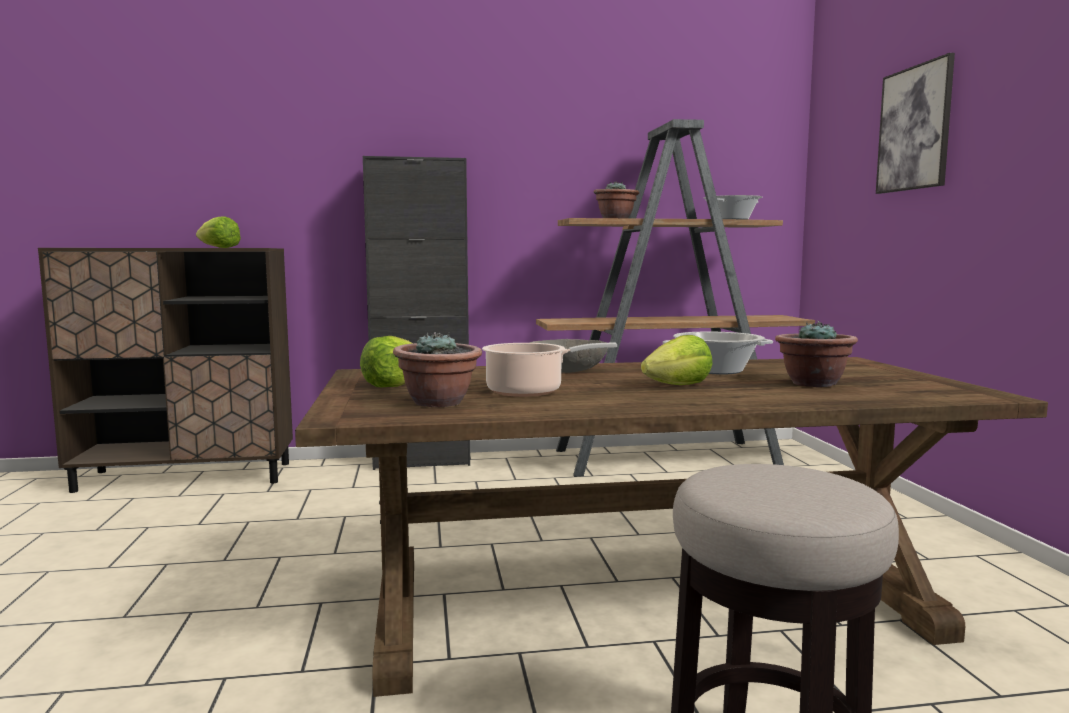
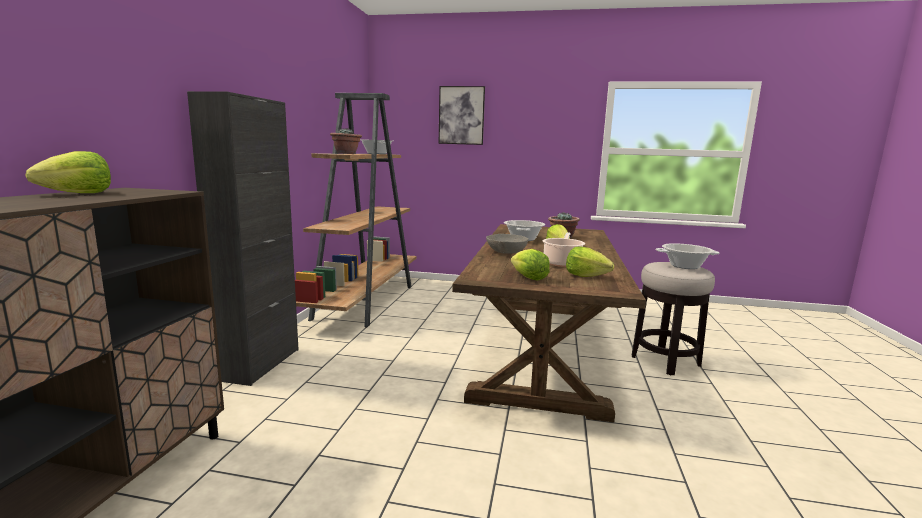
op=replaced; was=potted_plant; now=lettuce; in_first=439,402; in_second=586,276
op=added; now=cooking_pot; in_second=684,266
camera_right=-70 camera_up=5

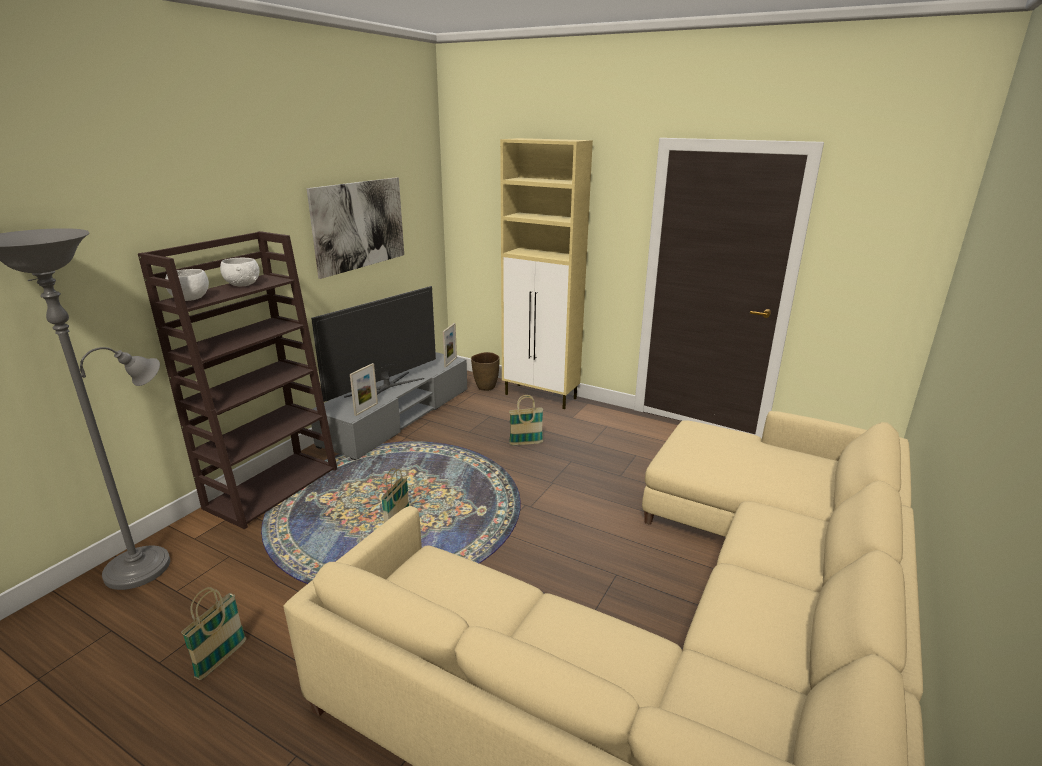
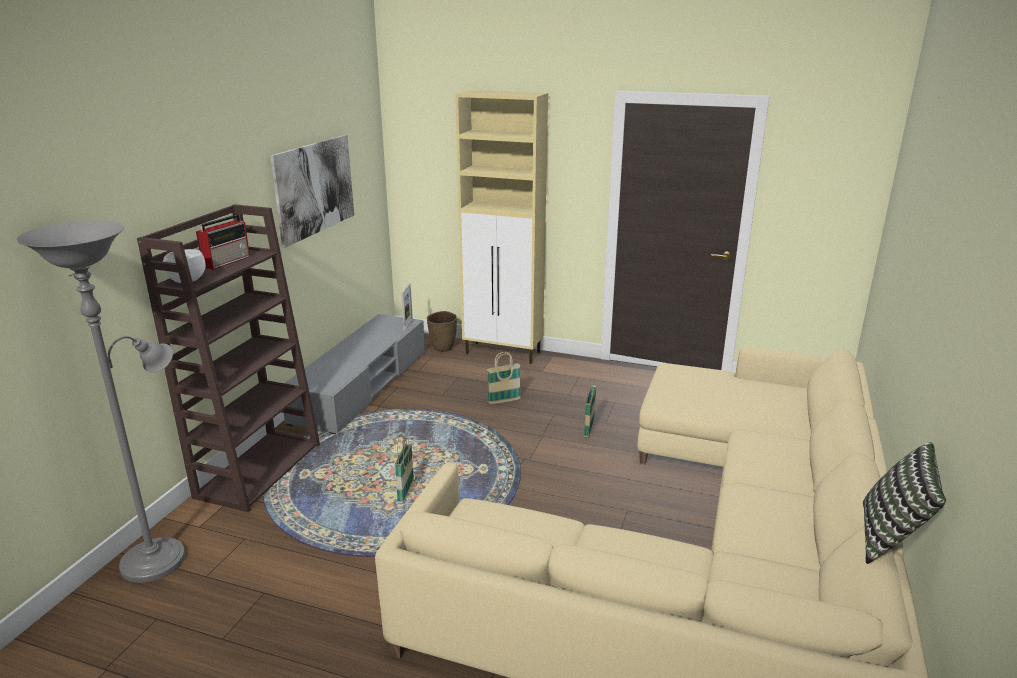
op=replaced; was=white_bowl; now=radio; in_first=242,285; in_second=227,261
op=removed; was=television; in_first=385,387
op=removed; was=picture_frame; in_first=366,409
op=moved; was=basket; in_first=221,659; in_second=589,429
op=added; now=pillow; in_second=891,538
camera_right=-10 camera_up=0

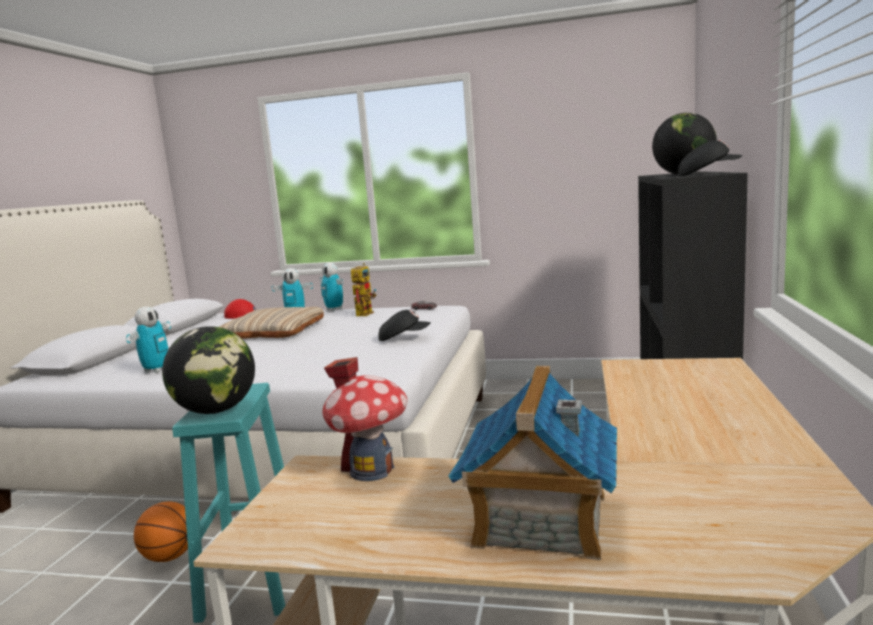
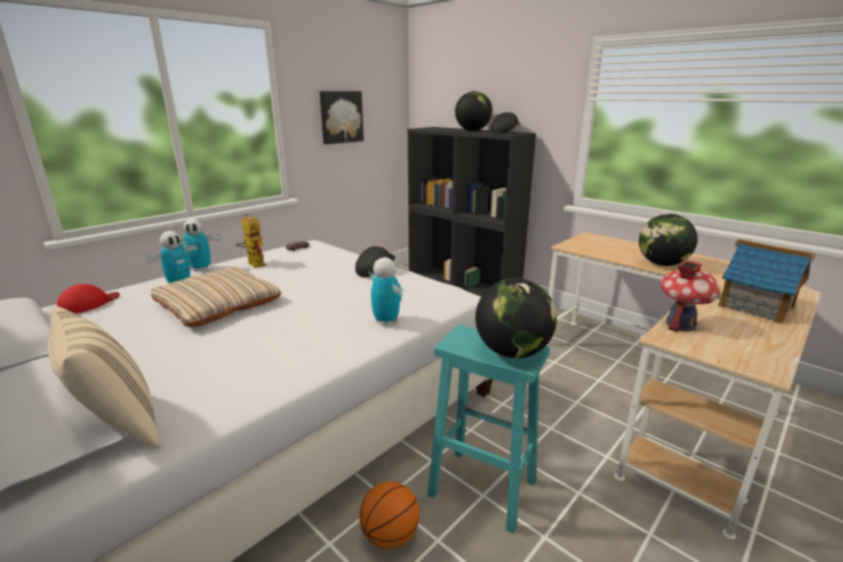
op=moved; was=toy_robot; in_first=156,370; in_second=386,321
op=added; now=picture; in_second=341,117
op=added; now=globe; in_second=662,264
op=added; now=beige_pillow; in_second=117,426
camera_right=-60 camera_up=10

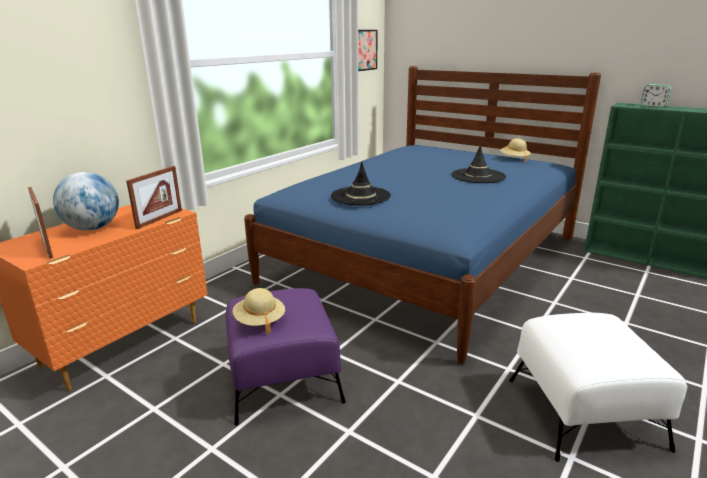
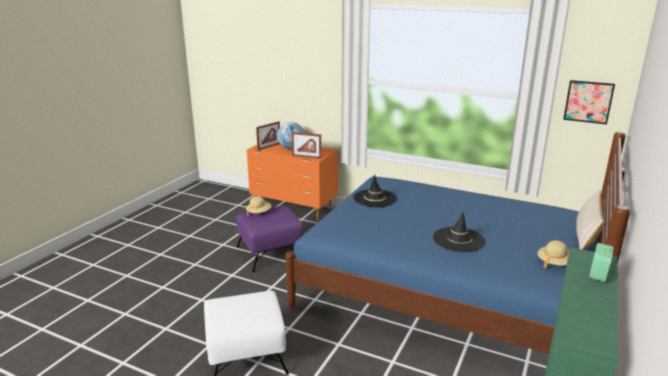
op=added; now=beige_pillow; in_second=586,235
camera_right=80 camera_up=0

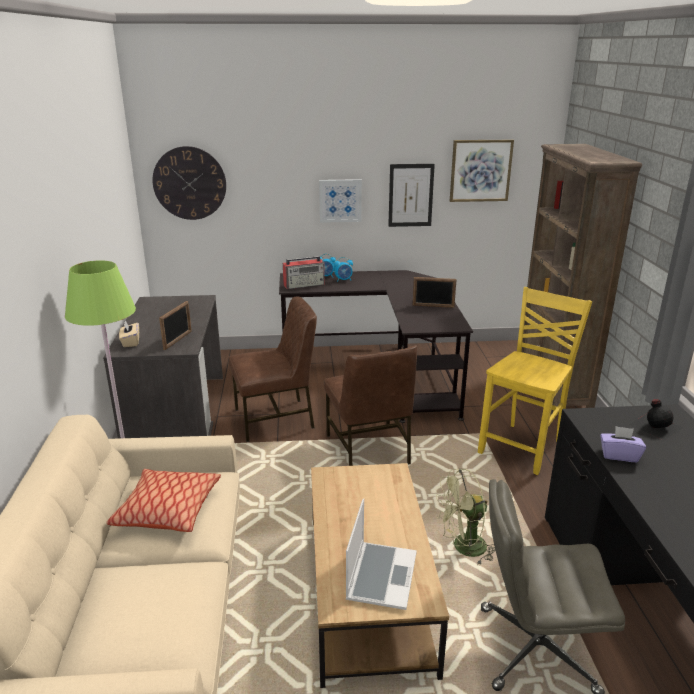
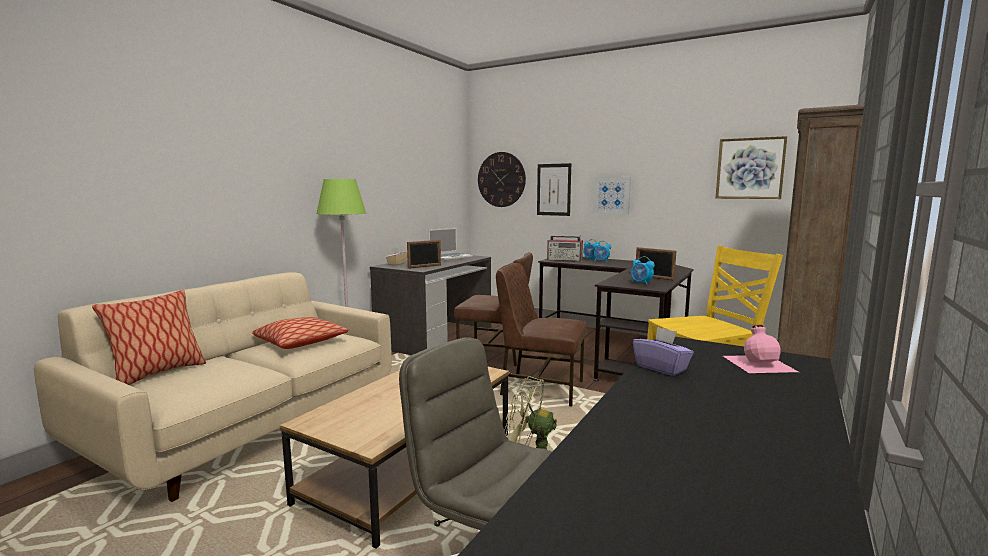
op=moved; was=picture; in_first=410,195; in_second=553,189
op=turned; was=brown_chair; in_first=369,450; in_second=540,388; clockwise=90
op=recoloured; was=black_bottle; now=pink_bottle; in_first=655,425; in_second=759,363
op=moved; was=laptop; in_first=380,575; in_second=450,257
op=added; now=alarm_clock; in_second=641,283
op=added; now=pillow; in_second=158,373
camera_right=35 camera_up=-15

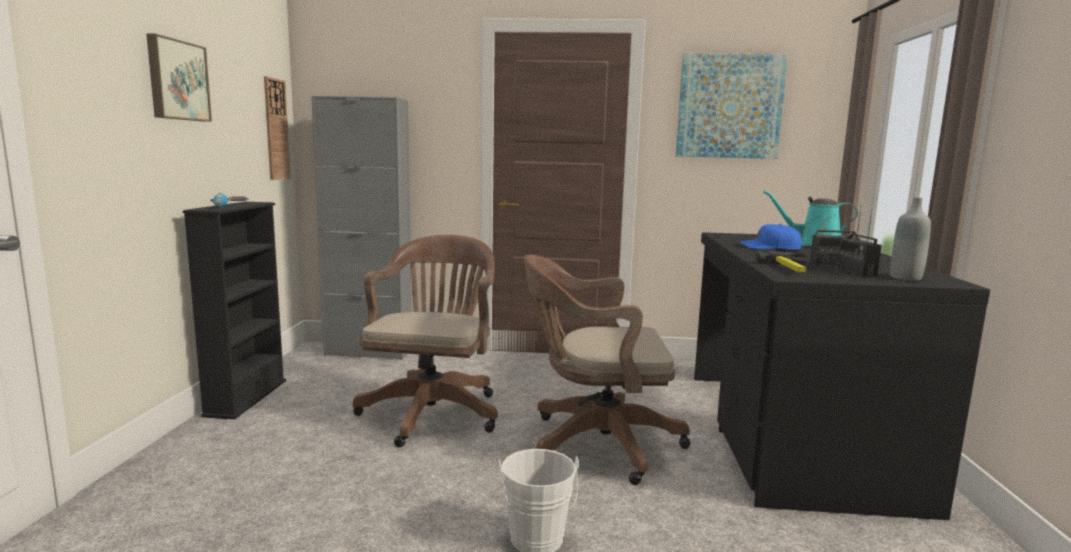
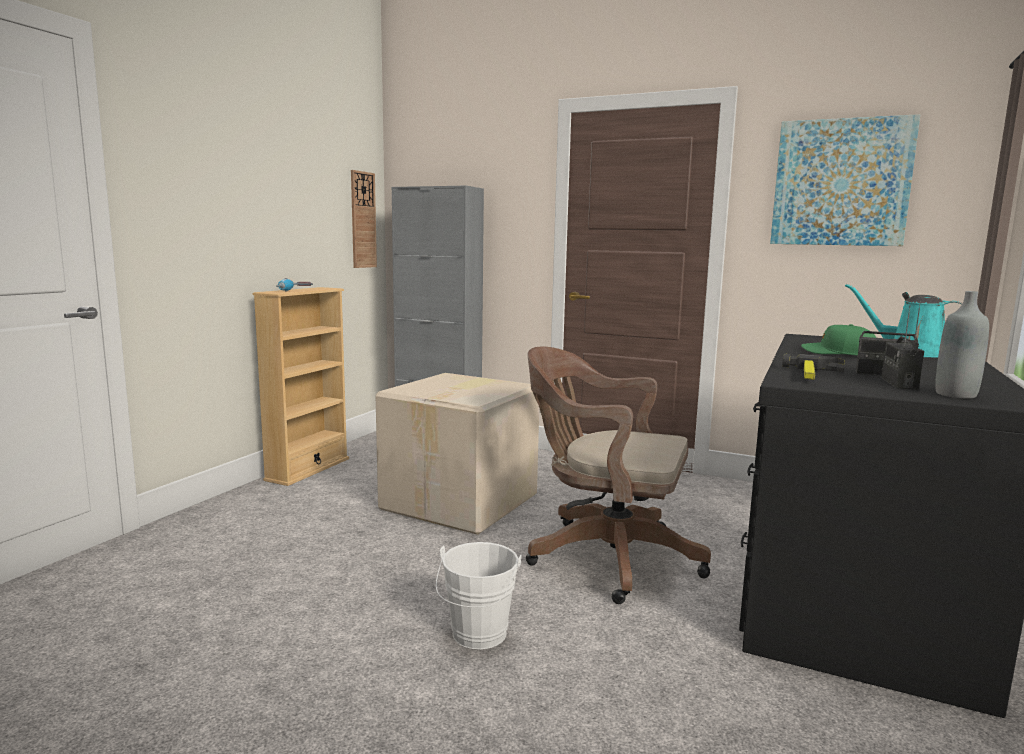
op=removed; was=picture; in_first=177,80
op=recoloured; was=black_bookcase; now=beige_bookcase; in_first=246,398; in_second=308,469
op=recoloured; was=blue_cap; now=green_cap; in_first=770,248; in_second=838,353
op=replaced; was=brown_office_chair; now=cardboard_box; in_first=433,410; in_second=462,502
camera_right=20 camera_up=0

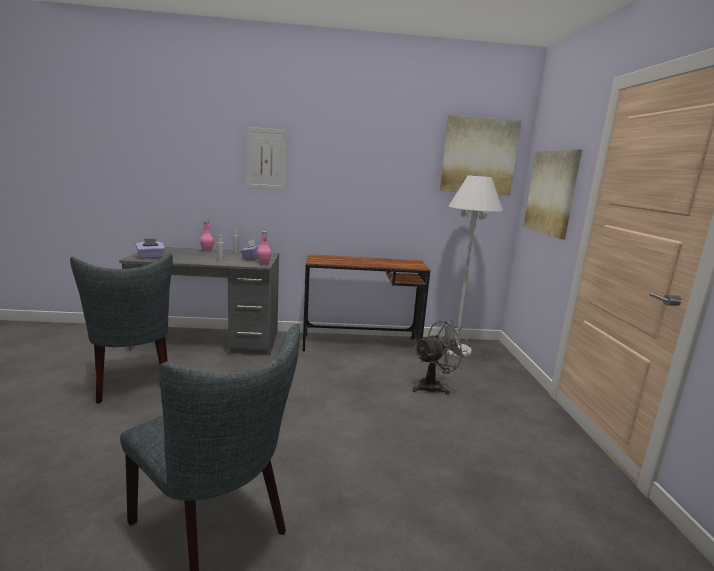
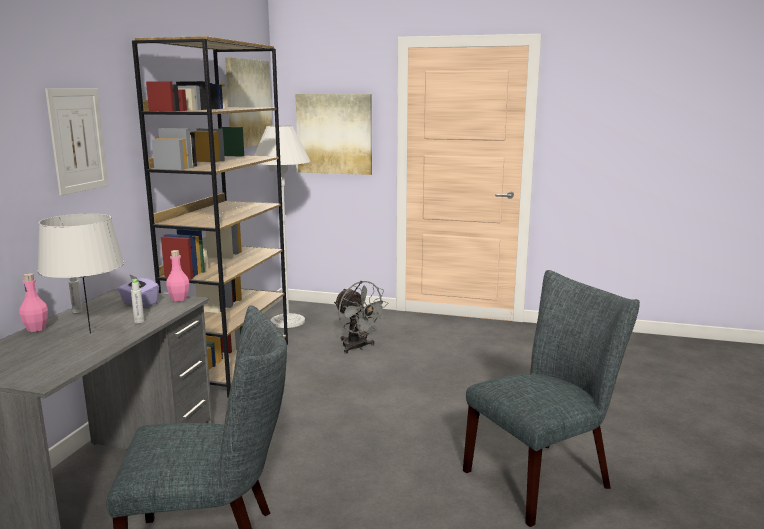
op=removed; was=purple_tissue_box; in_first=151,257
op=replaced; was=brown_desk; now=brown_bookcase; in_first=361,344; in_second=231,364
op=turned; was=grey_fan; in_first=434,386; in_second=357,347; clockwise=150
op=added; now=grey_table_lamp; in_second=90,333
camera_right=-70 camera_up=0

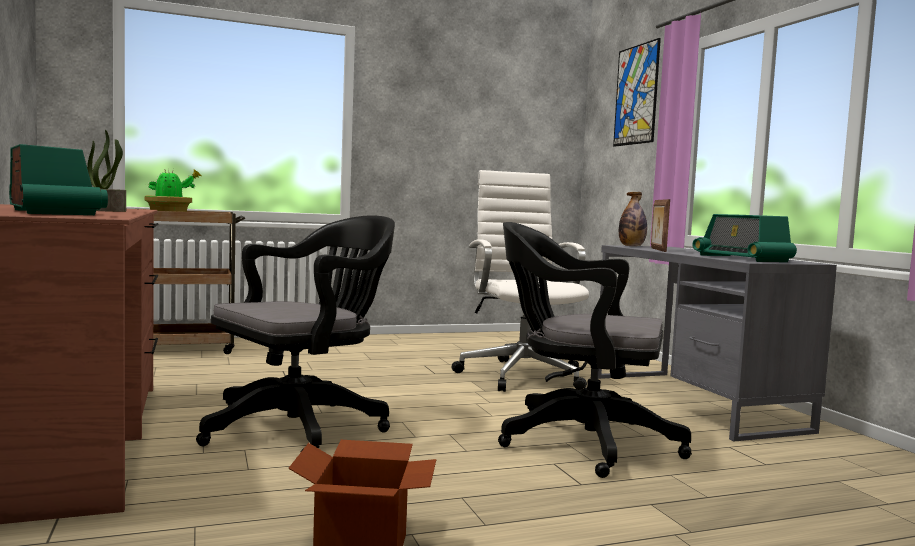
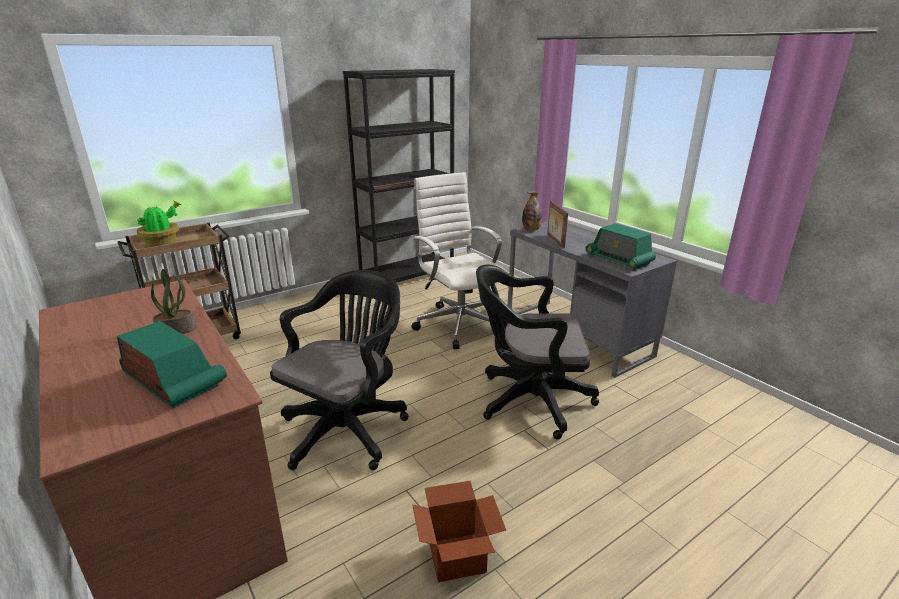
op=removed; was=picture; in_first=636,95
op=added; now=black_bookcase; in_second=407,276
camera_right=-15 camera_up=20

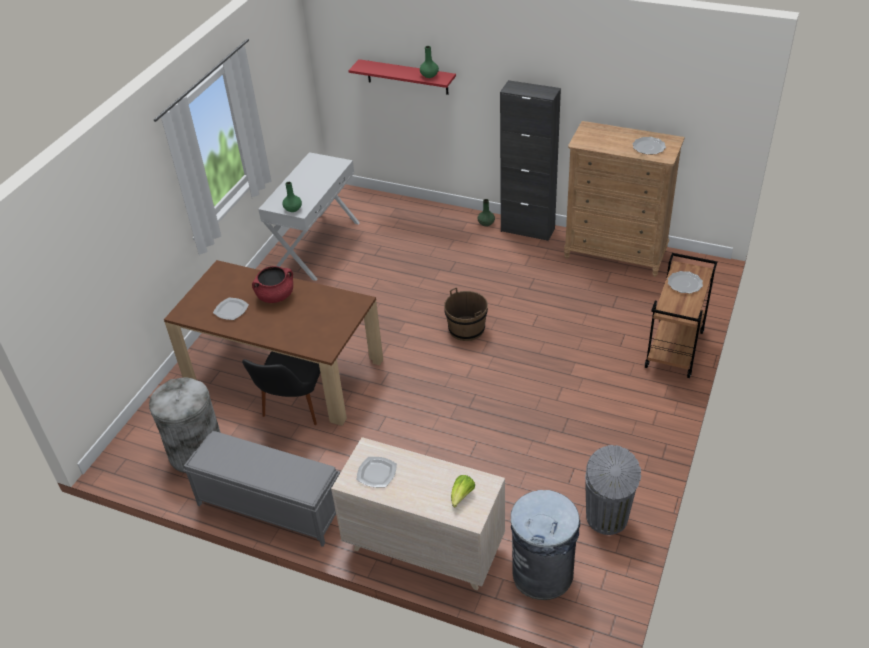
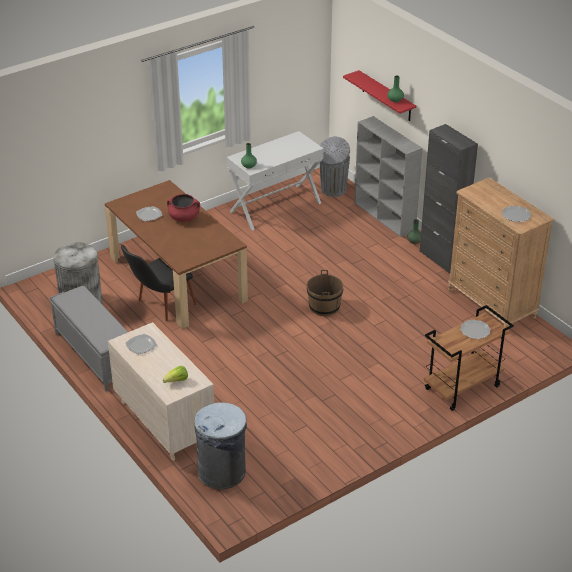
op=moved; was=grey_trash_can; in_first=607,519; in_second=333,190
op=added; now=grey_bookcase; in_second=385,217
camera_right=30 camera_up=-5

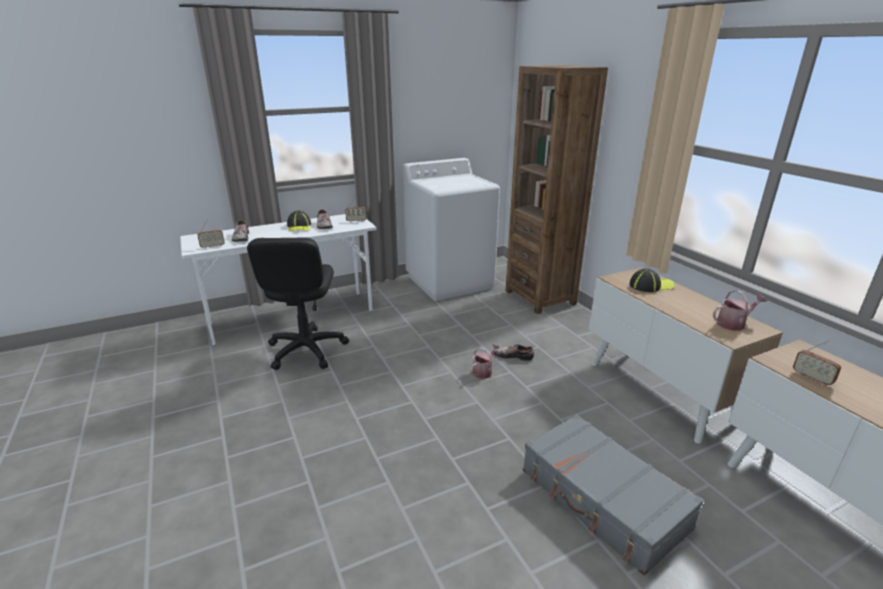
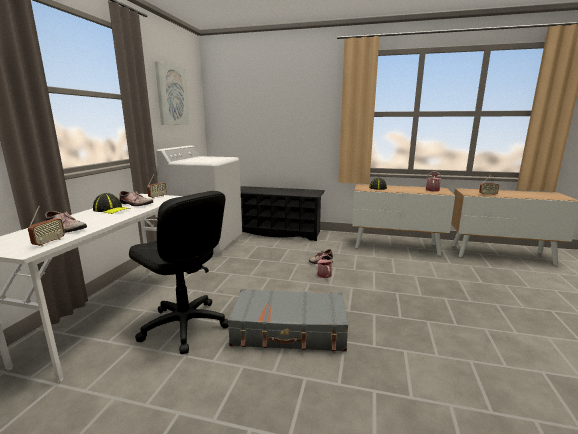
op=replaced; was=brown_bookcase; now=black_shoe_rack; in_first=540,297; in_second=275,232
op=moved; was=grey_suitcase; in_first=602,500; in_second=289,331
op=added; now=picture; in_second=172,96
camera_right=-50 camera_up=-10

